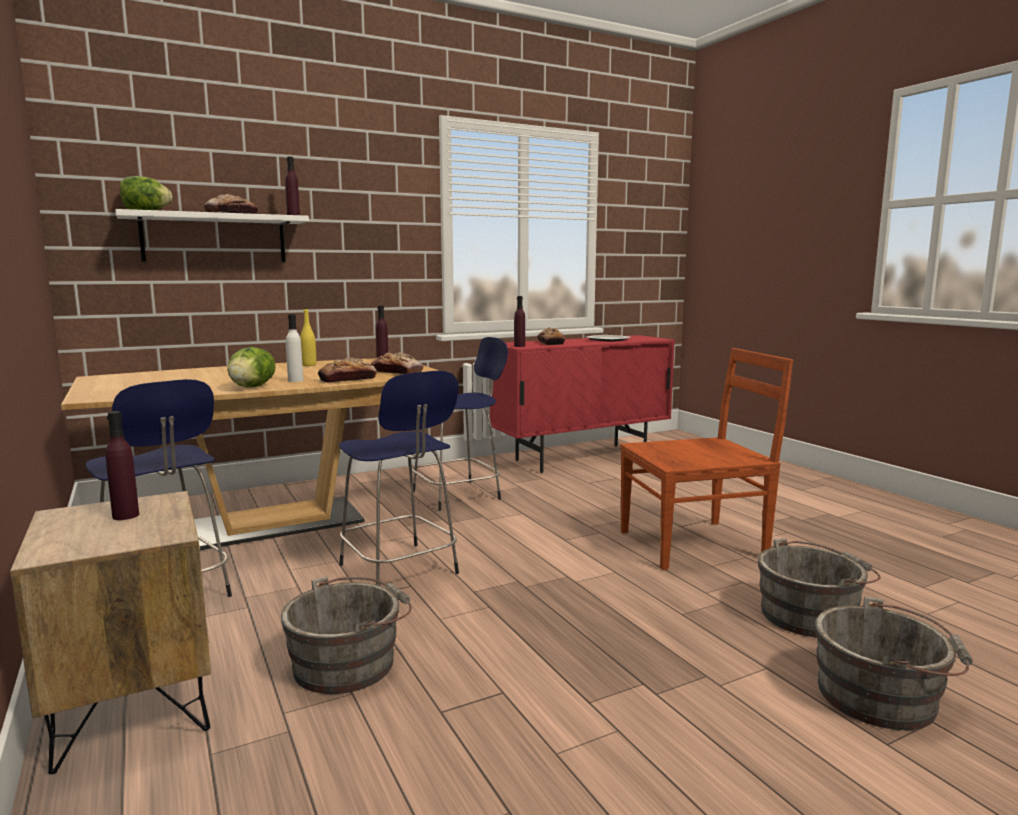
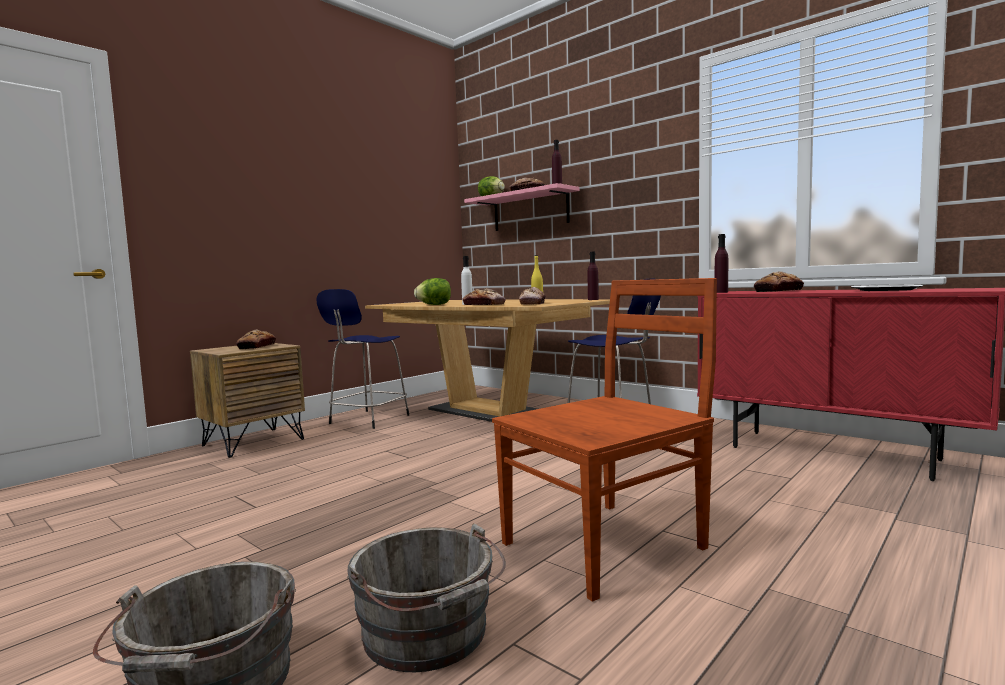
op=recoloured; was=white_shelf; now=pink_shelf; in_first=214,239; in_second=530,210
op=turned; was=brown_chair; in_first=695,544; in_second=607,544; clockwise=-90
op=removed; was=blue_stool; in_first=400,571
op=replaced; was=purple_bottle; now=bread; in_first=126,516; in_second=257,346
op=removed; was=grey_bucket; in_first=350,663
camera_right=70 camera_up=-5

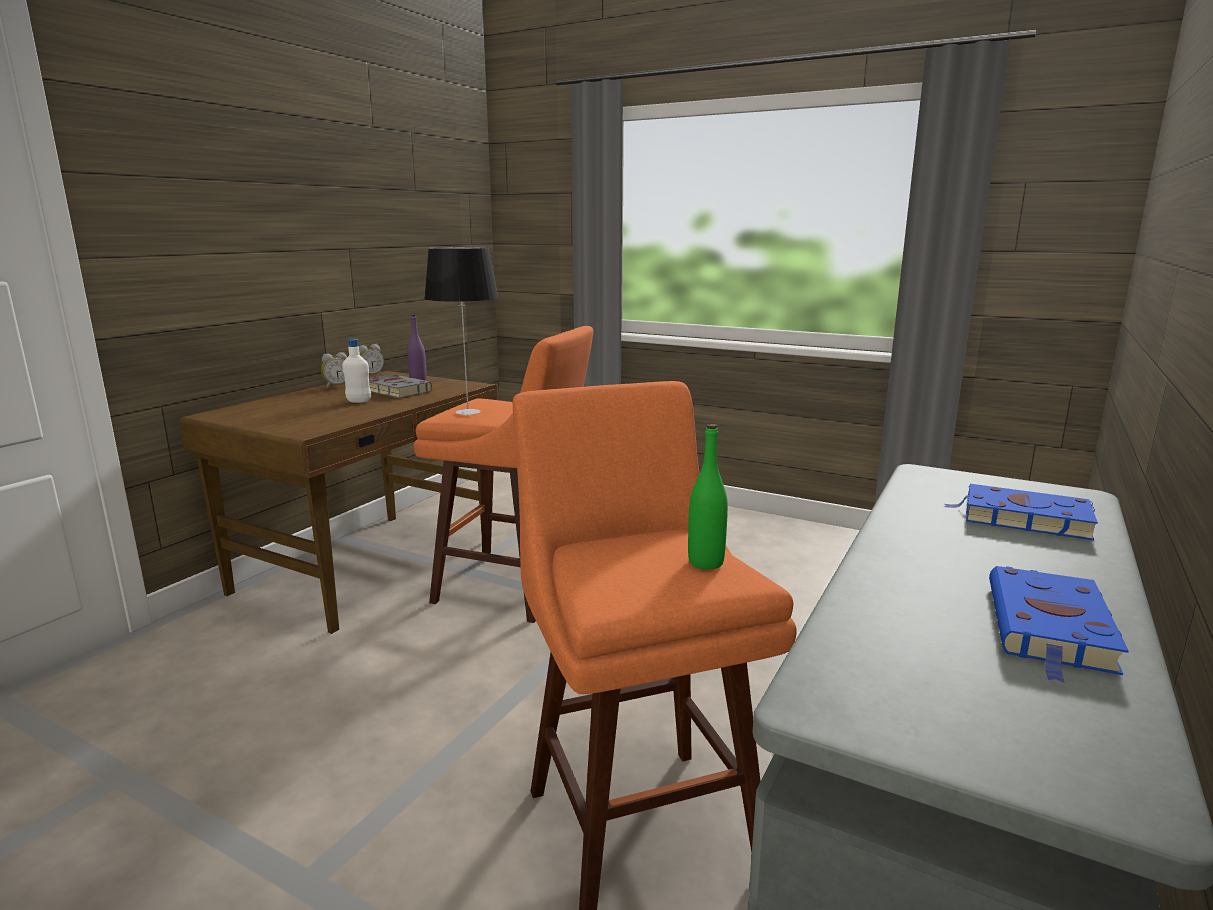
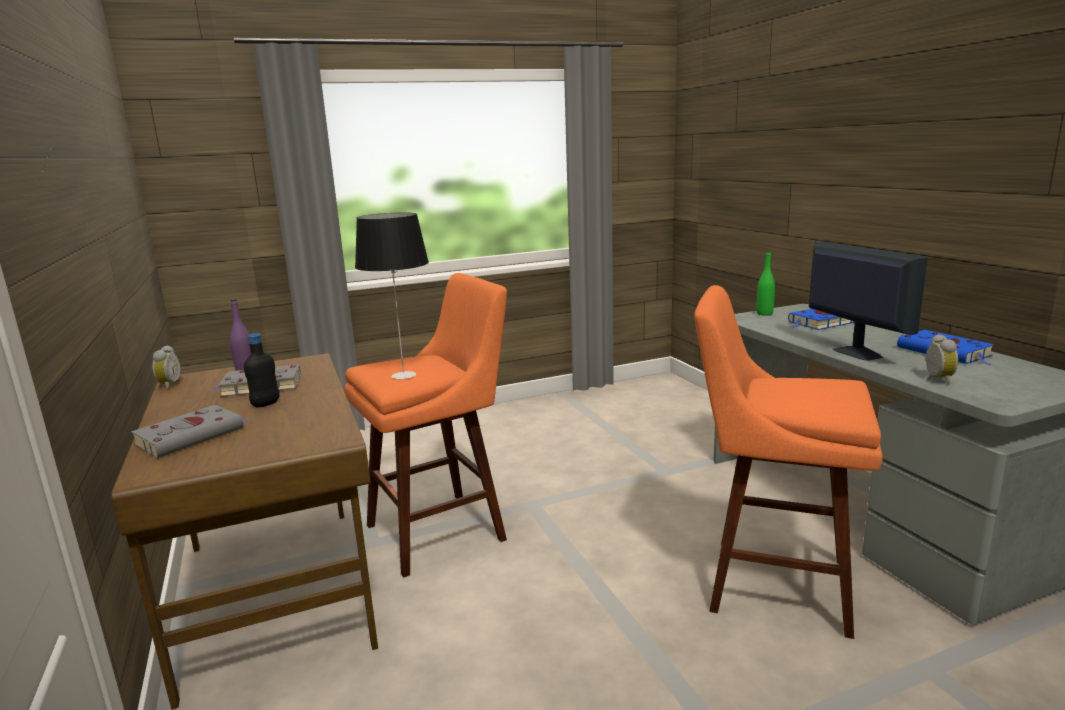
op=recoloured; was=white_bottle; now=black_bottle; in_first=359,401; in_second=266,404
op=moved; was=alarm_clock; in_first=337,386; in_second=936,380
op=moved; was=green_bottle; in_first=705,562; in_second=764,313
op=added; now=monitor; in_second=855,352
op=added; now=grey_book; in_second=193,436
camera_right=-50 camera_up=0

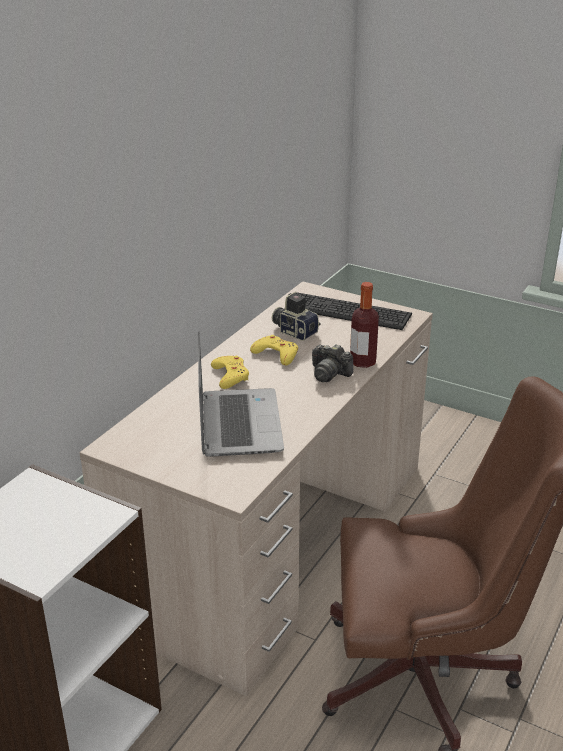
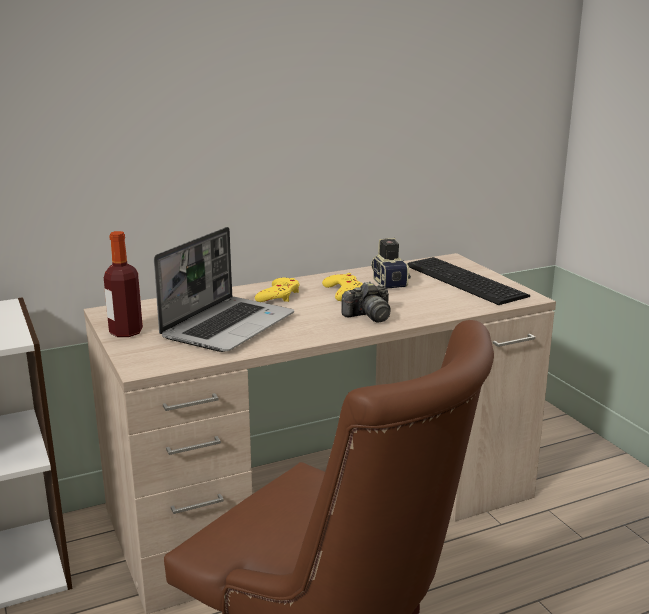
op=moved; was=bottle; in_first=362,362; in_second=126,332
op=turned; was=photo_camera; in_first=329,374; in_second=369,316; clockwise=-90
camera_right=35 camera_up=-10

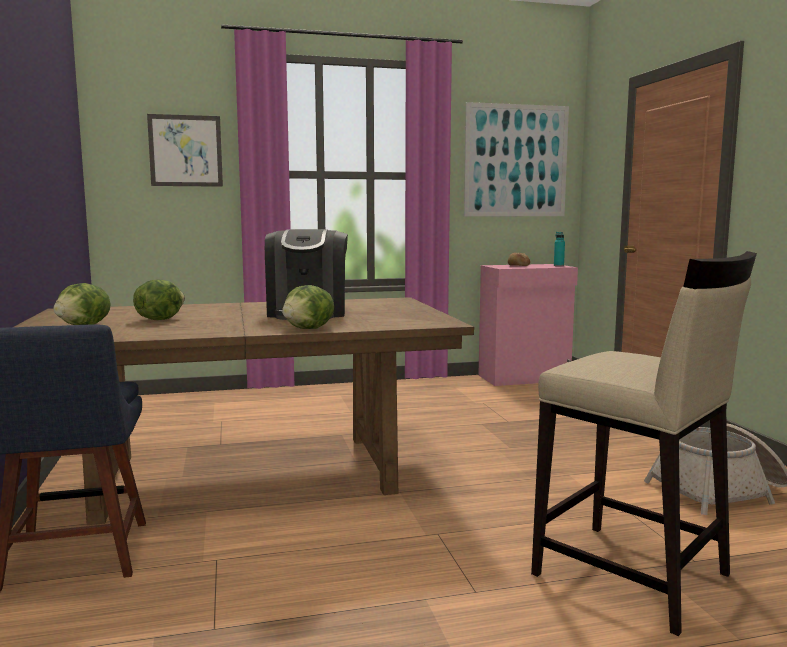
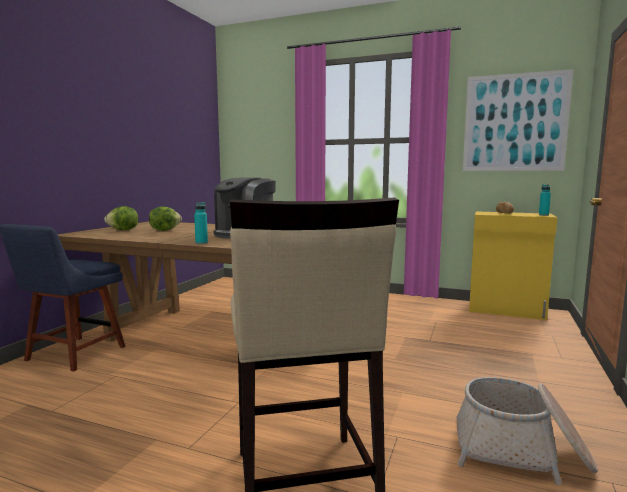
op=removed; was=picture; in_first=185,151
op=recoloured; was=pink_cabinet; now=yellow_cabinet; in_first=525,378; in_second=506,310
op=replaced; was=lettuce; now=turquoise_bottle; in_first=309,329; in_second=201,243
camera_right=35 camera_up=0

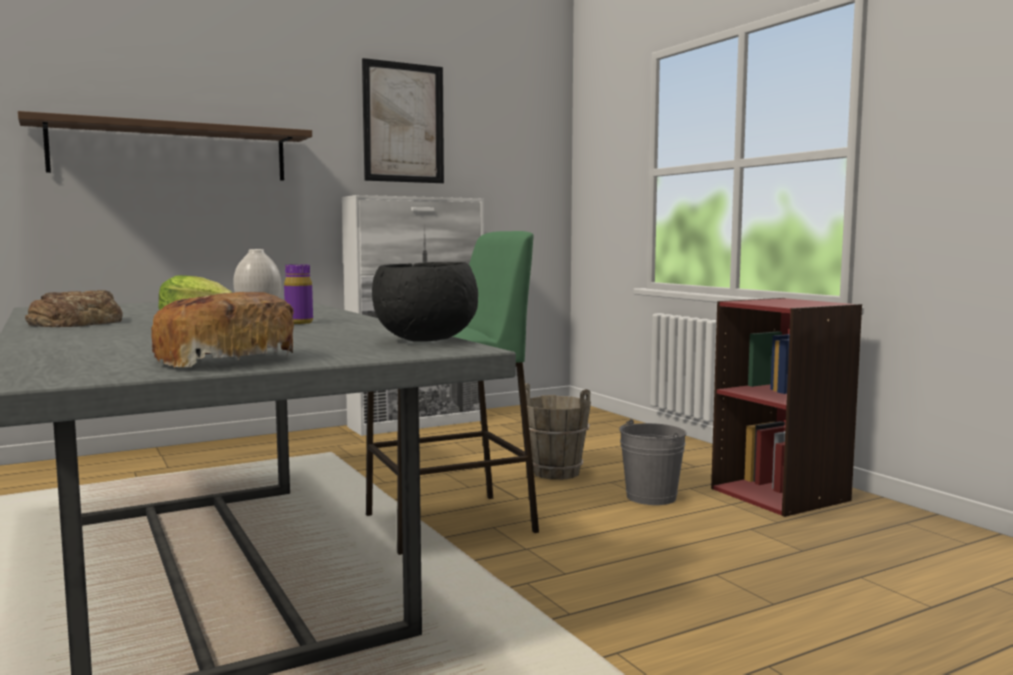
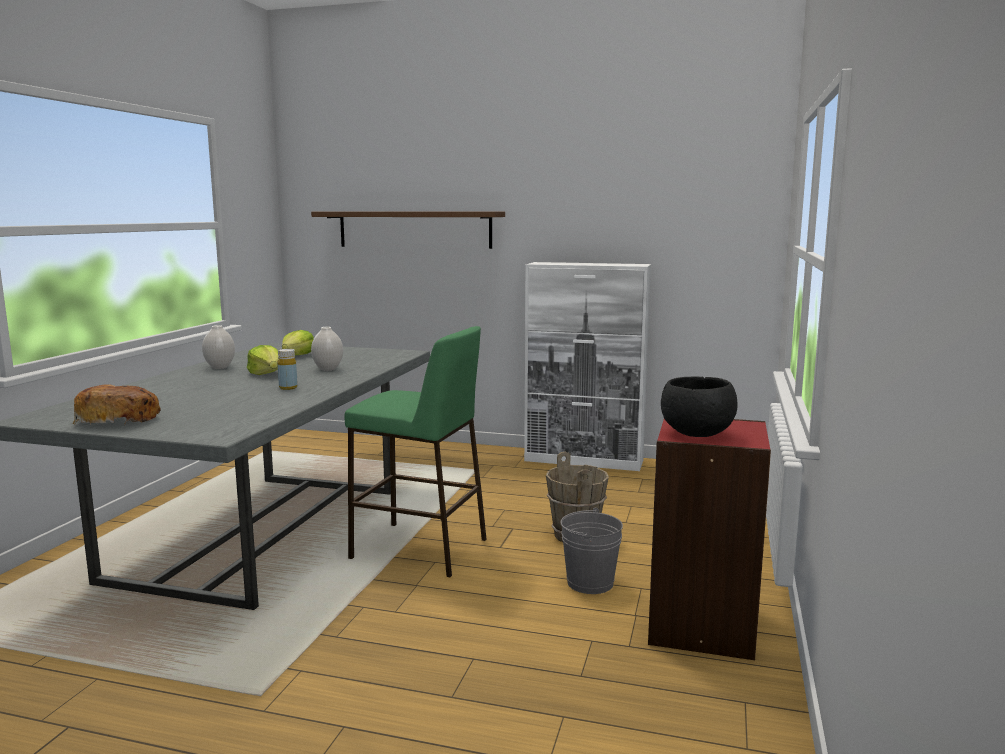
op=removed; was=picture; in_first=403,123
op=moved; was=black_bowl; in_first=425,340; in_second=697,434
op=recoloured; was=purple_bottle; now=yellow_bottle; in_first=299,322; in_second=288,388
op=replaced; was=bread; now=white_vase; in_first=78,322; in_second=220,367
op=added; now=lettuce; in_second=298,356
camera_right=45 camera_up=5

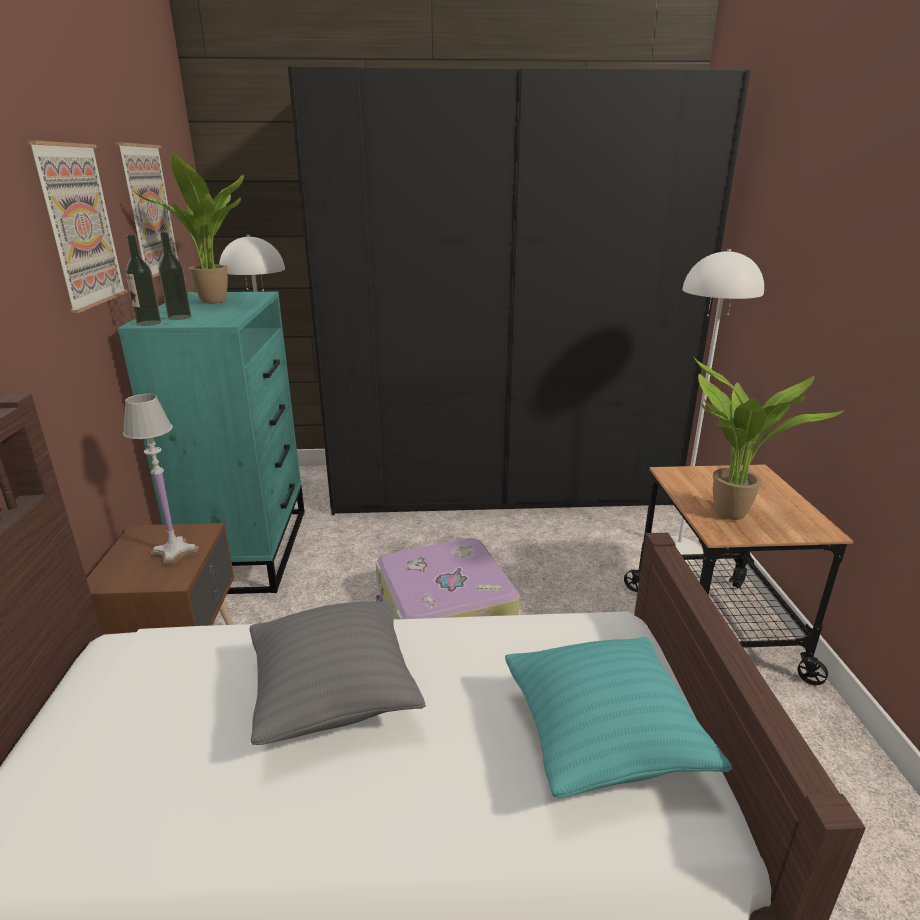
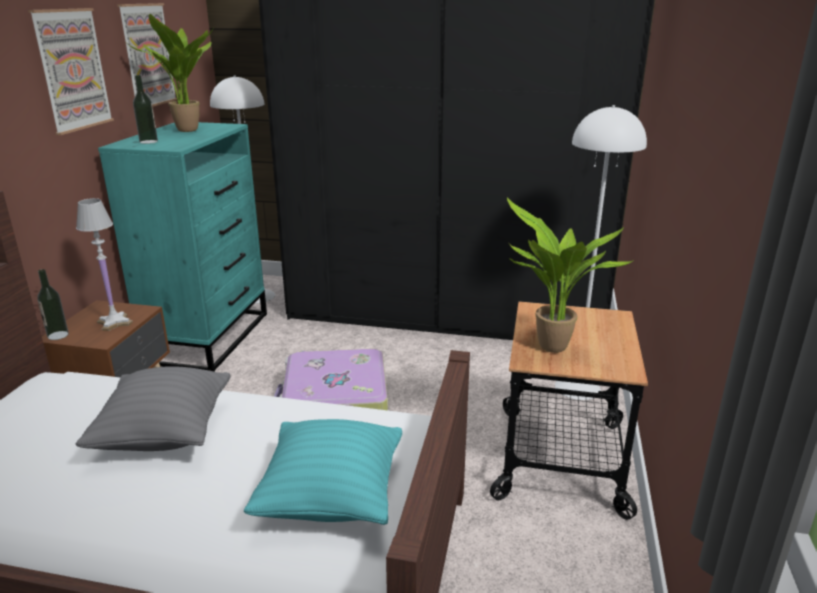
op=moved; was=bottle; in_first=148,323; in_second=58,335
camera_right=15 camera_up=0

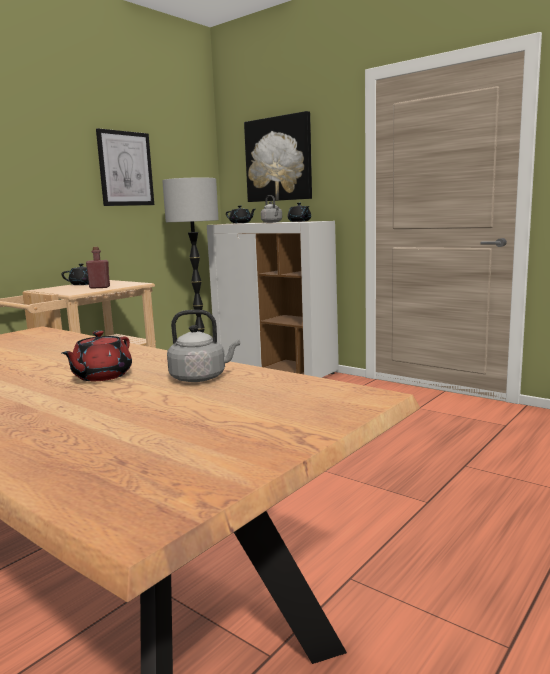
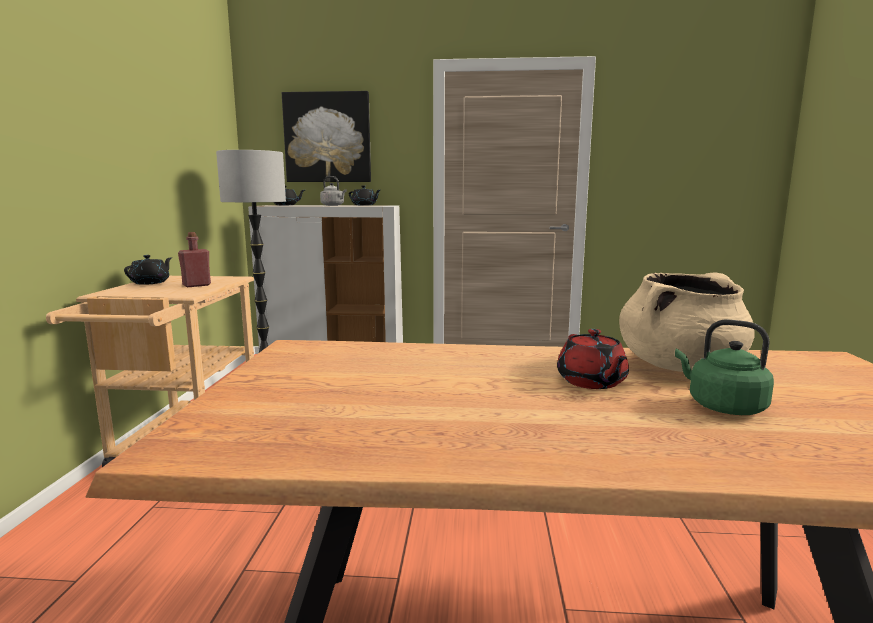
op=removed; was=picture; in_first=125,169
op=replaced; was=grey_kettle; now=beige_cooking_pot; in_first=201,378; in_second=680,366
op=added; now=green_kettle; in_second=722,406
camera_right=-35 camera_up=0

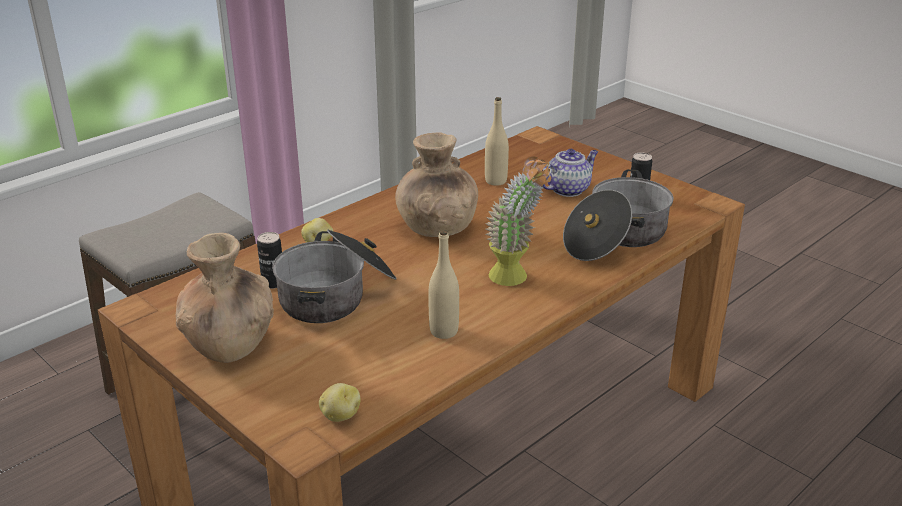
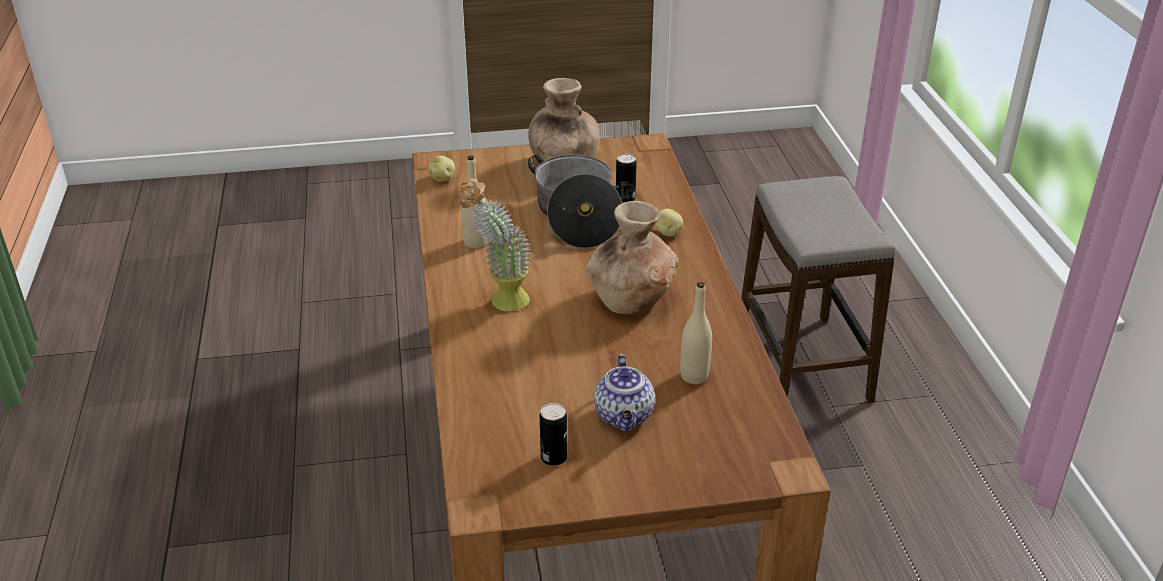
op=removed; was=cooking_pot; in_first=616,238
camera_right=125 camera_up=5

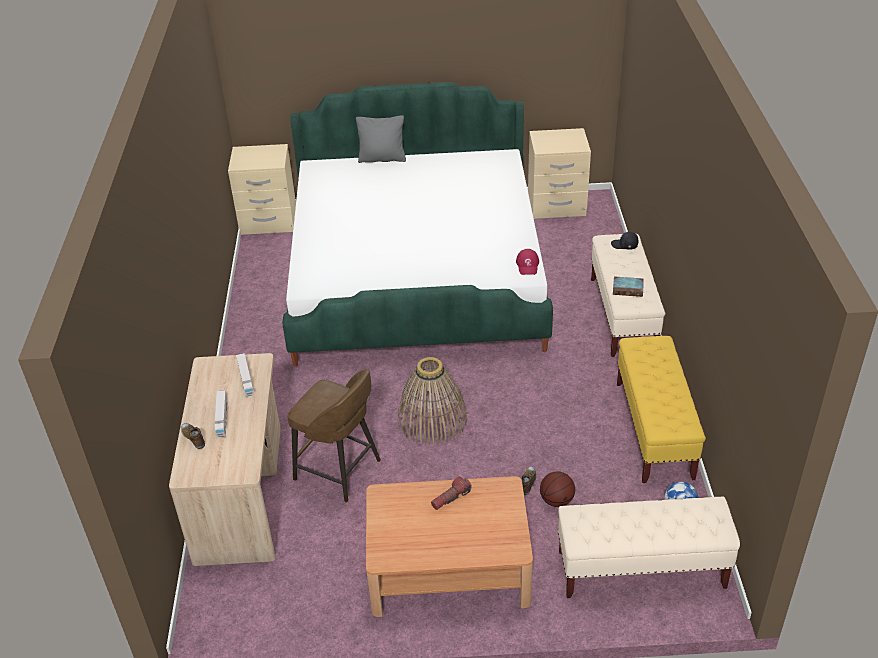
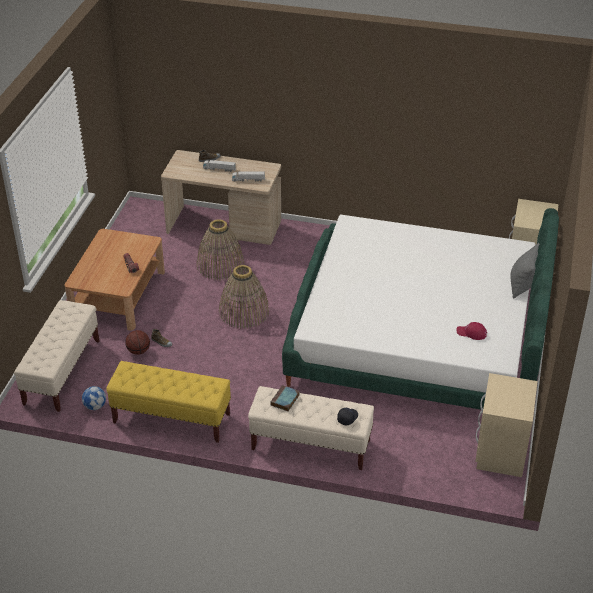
op=moved; was=red_cap; in_first=528,265; in_second=471,333
op=replaced; was=brown_stool; now=basket; in_first=339,471; in_second=220,265
camera_right=105 camera_up=0

